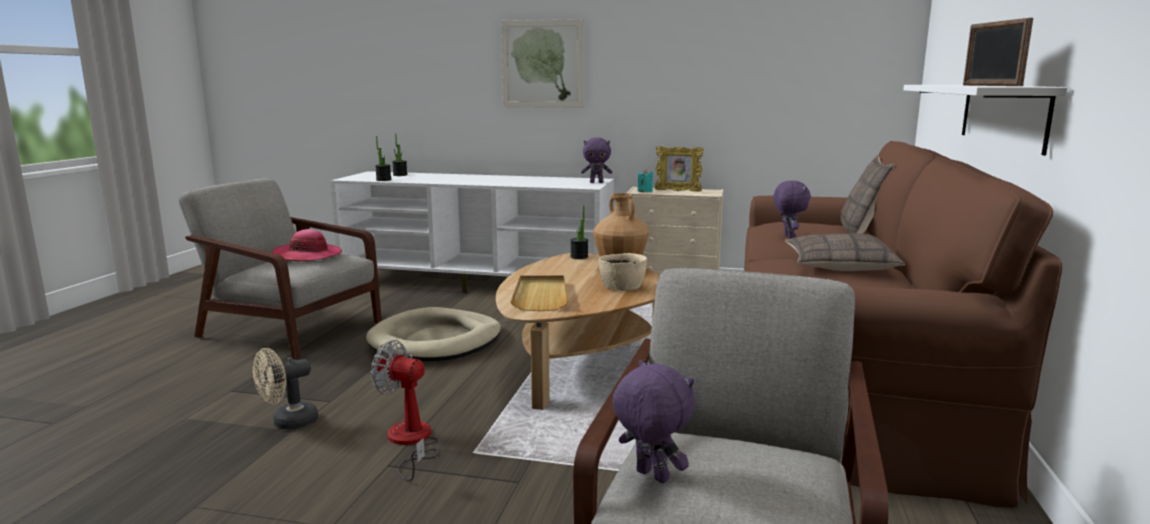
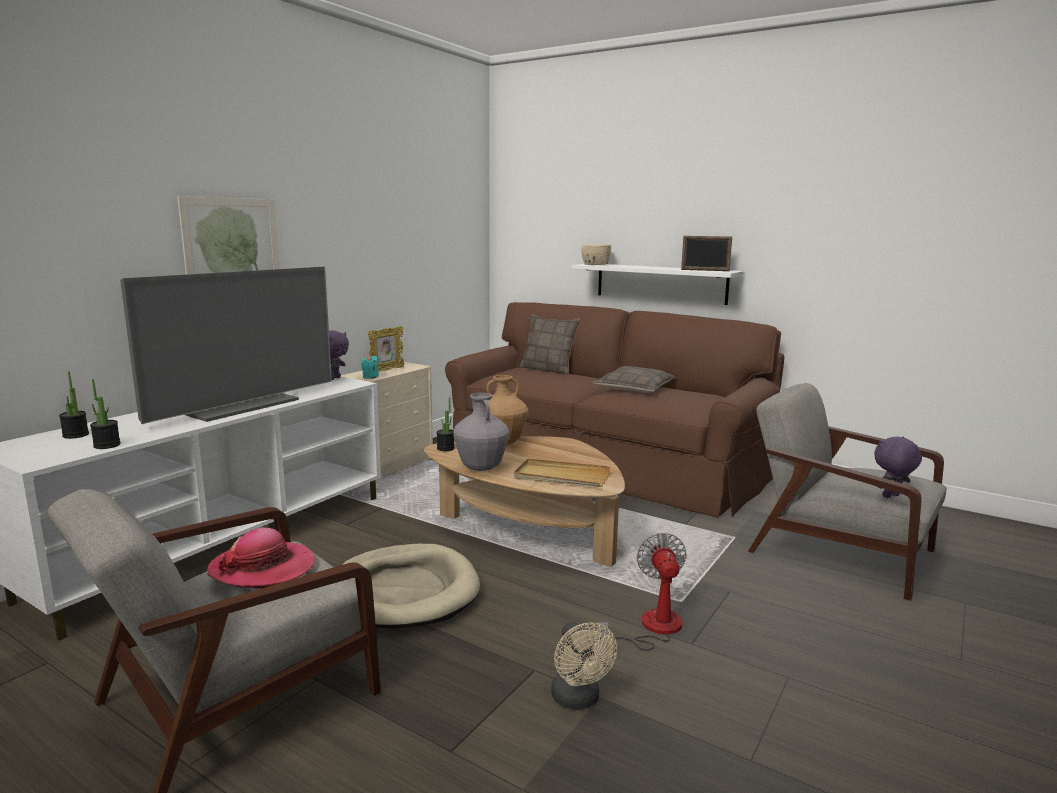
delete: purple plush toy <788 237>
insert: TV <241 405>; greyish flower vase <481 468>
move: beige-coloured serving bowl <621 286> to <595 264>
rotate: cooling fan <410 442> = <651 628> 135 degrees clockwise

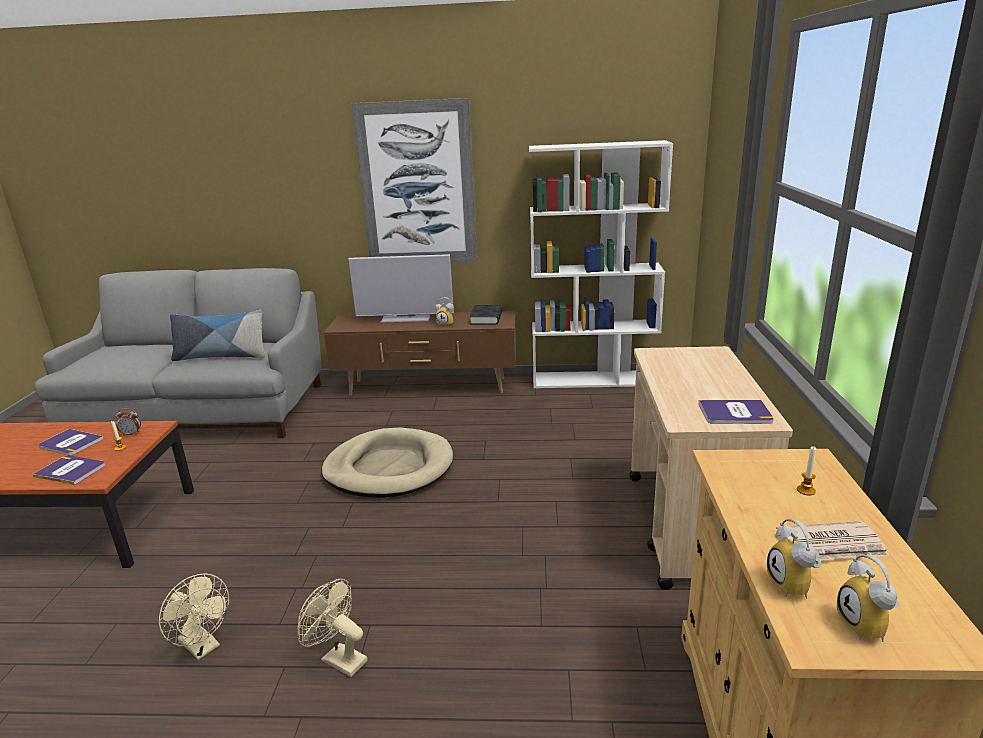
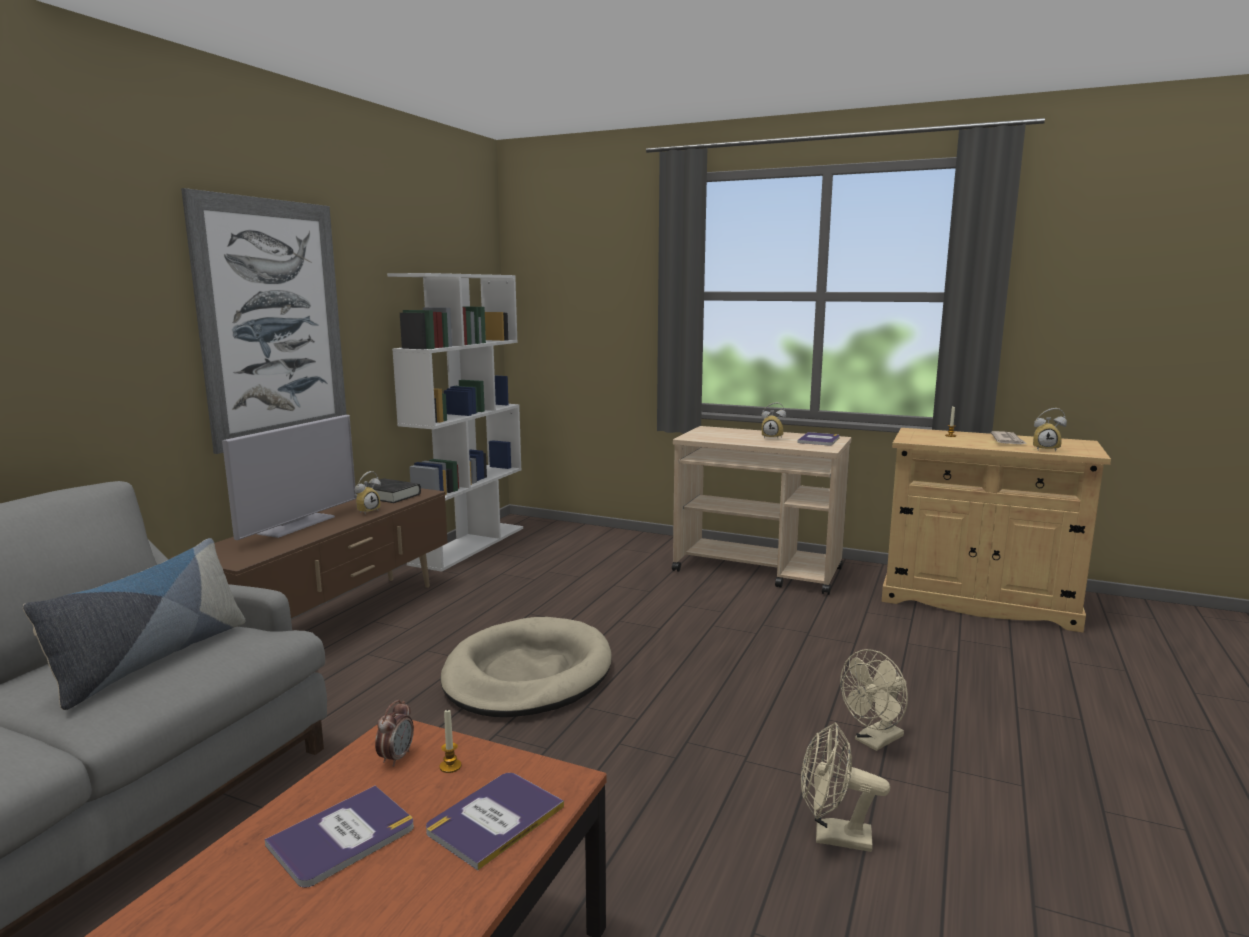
move: table clock <868 627> to <773 437>
rotate: beige-coloured cooling fan <203 647> = <833 837> 135 degrees counterclockwise

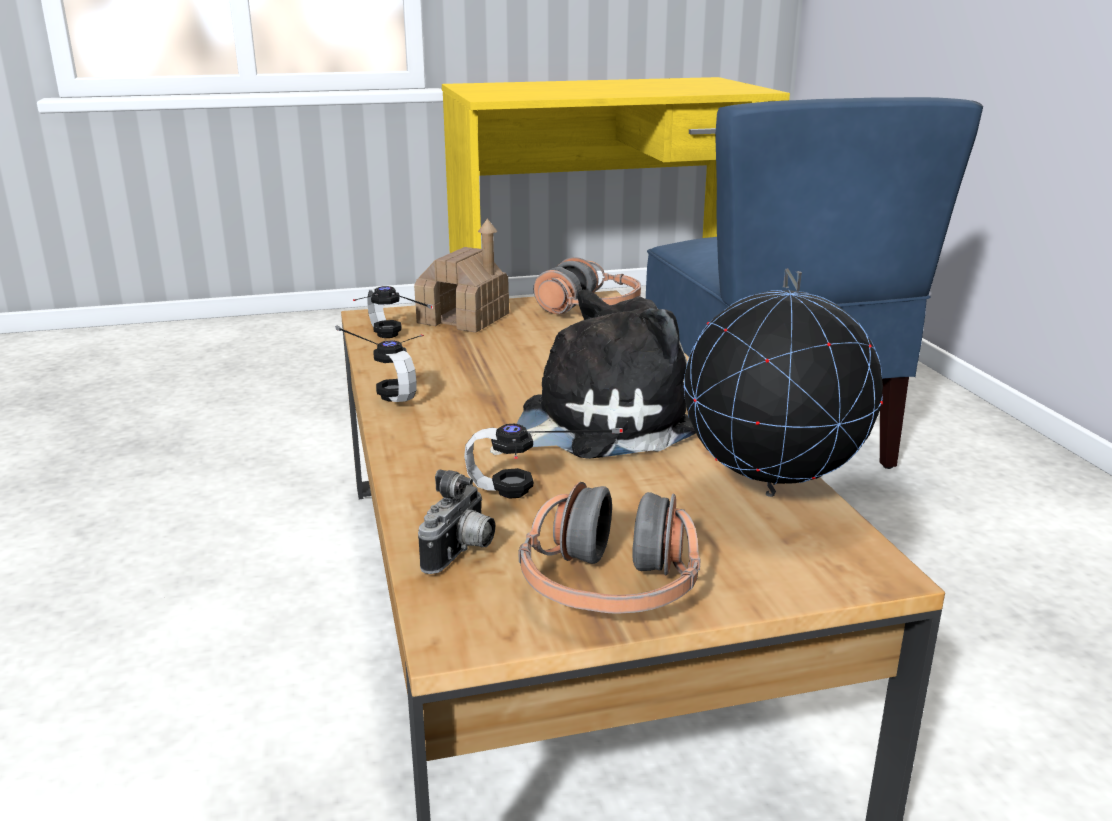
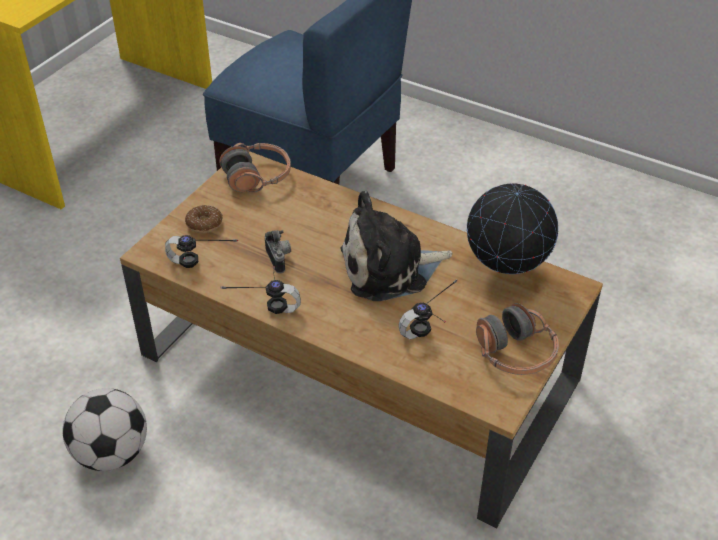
insert: football ball <111 453>
move: still camera <462 553> to <279 259>
replace: model house <464 318> to doughnut <204 224>
rotate: plush toy <595 423> = <389 268> 120 degrees counterclockwise

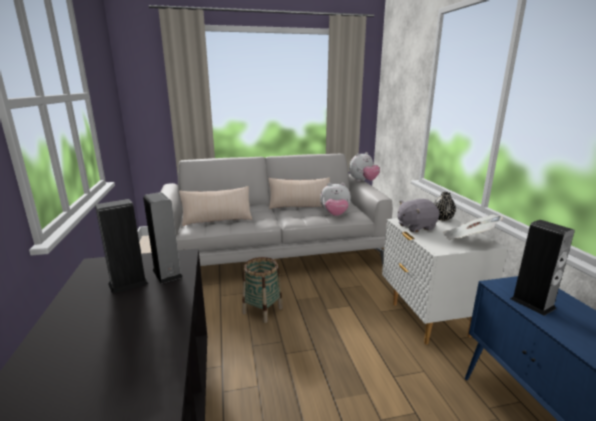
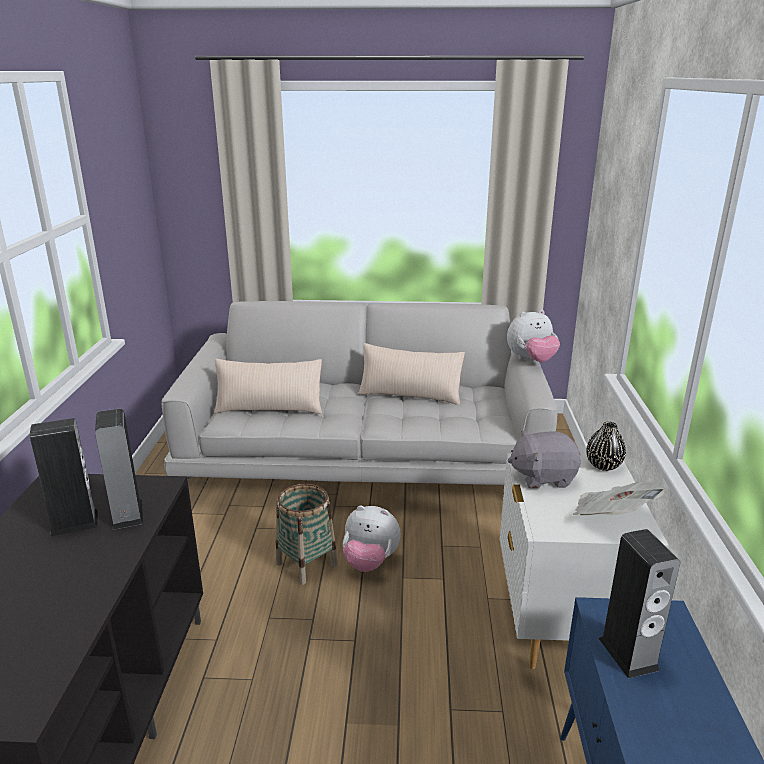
move: plush toy <335 215> to <370 562>

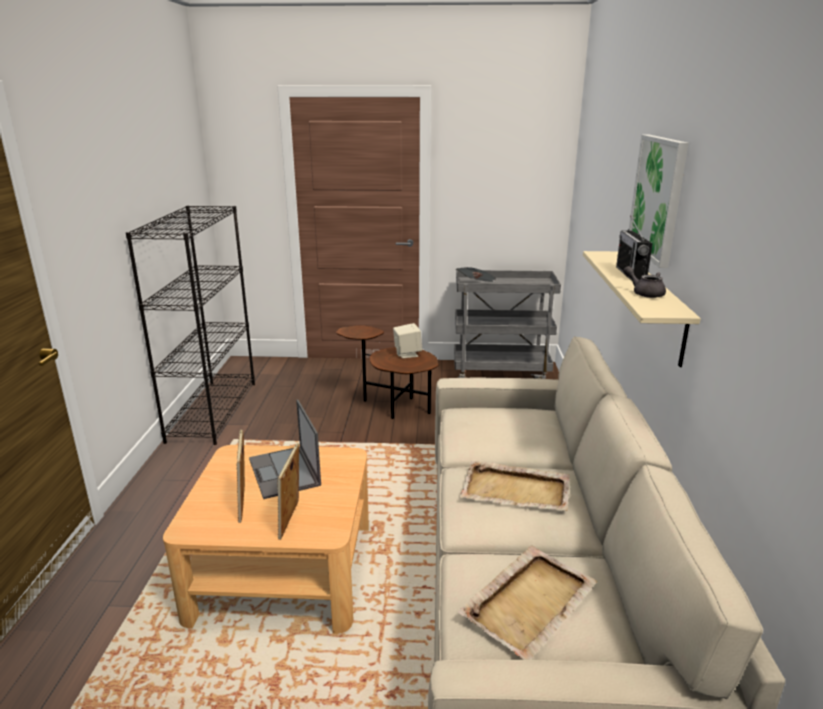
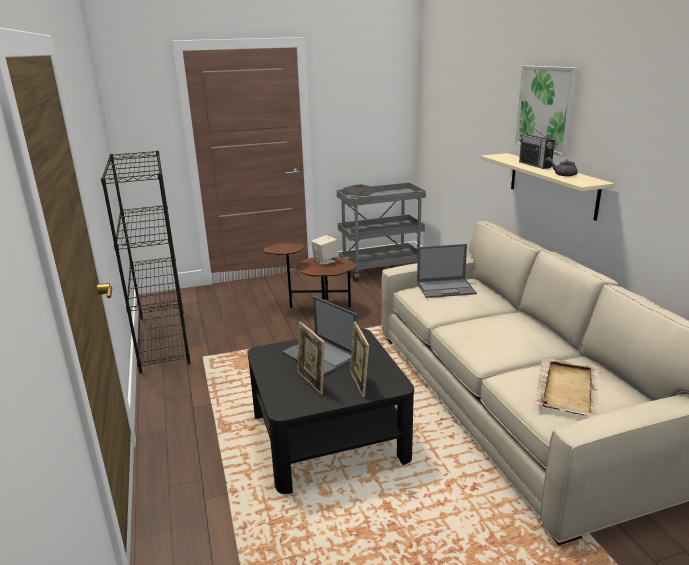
delete: beige-coloured serving tray <516 490>
insert: laptop <446 288>
recolor: beige-coloured low table <284 570> to blackish low table <329 436>

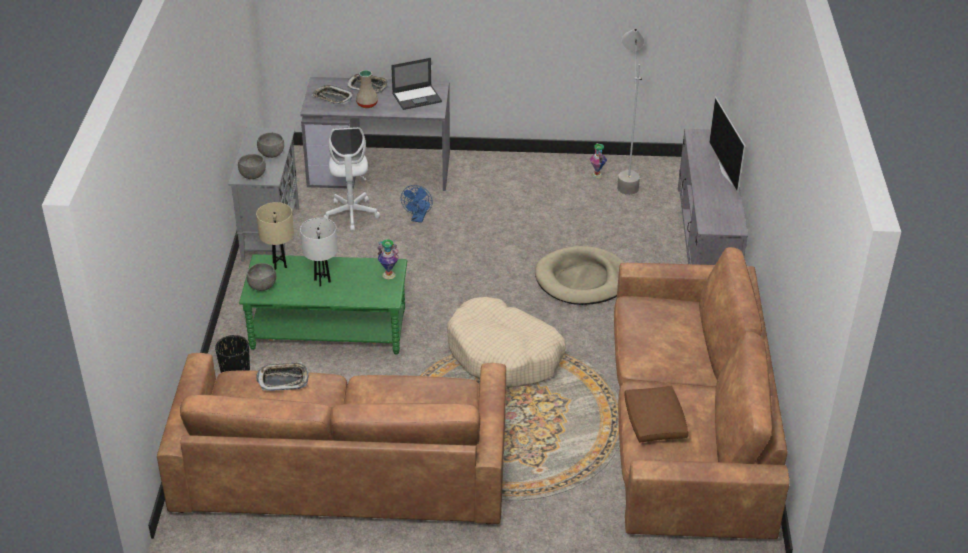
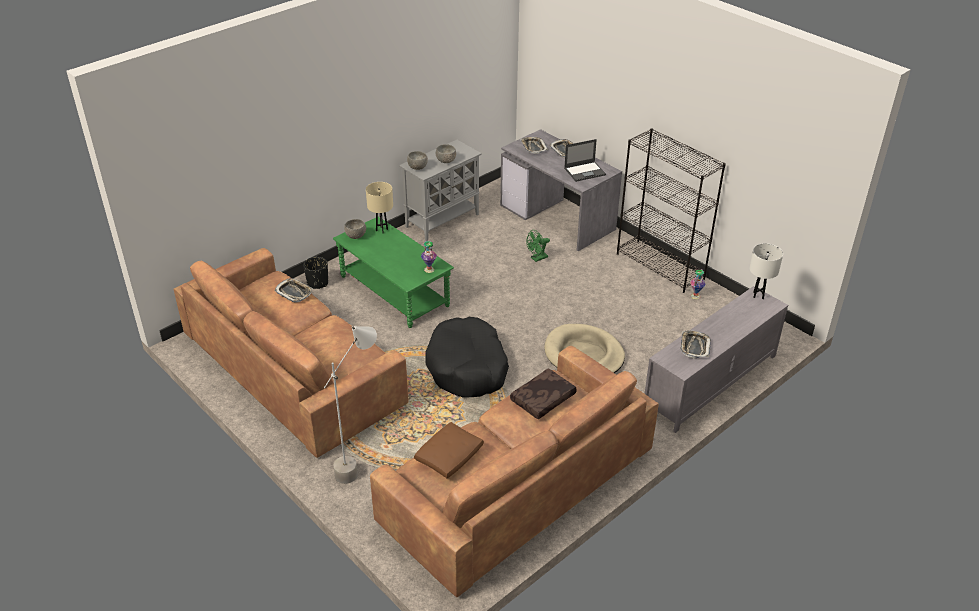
delete: beige-coloured flower vase <367 104>; TV <726 173>; whitish office chair <351 214>
insert: blackish bookcase <660 266>; serving tray <694 347>; brownish throw pillow <543 399>
move: greyish floor lamp <625 178> to <360 464>; whitish tabletop lamp <322 281> to <758 295>
recolor: blue-coloured cooling fan <418 218> to greenish cooling fan <537 258>; beige-coloured dog bed <504 355> to blackish dog bed <467 368>
rotate: laptop <417 97> = <585 171> 45 degrees counterclockwise

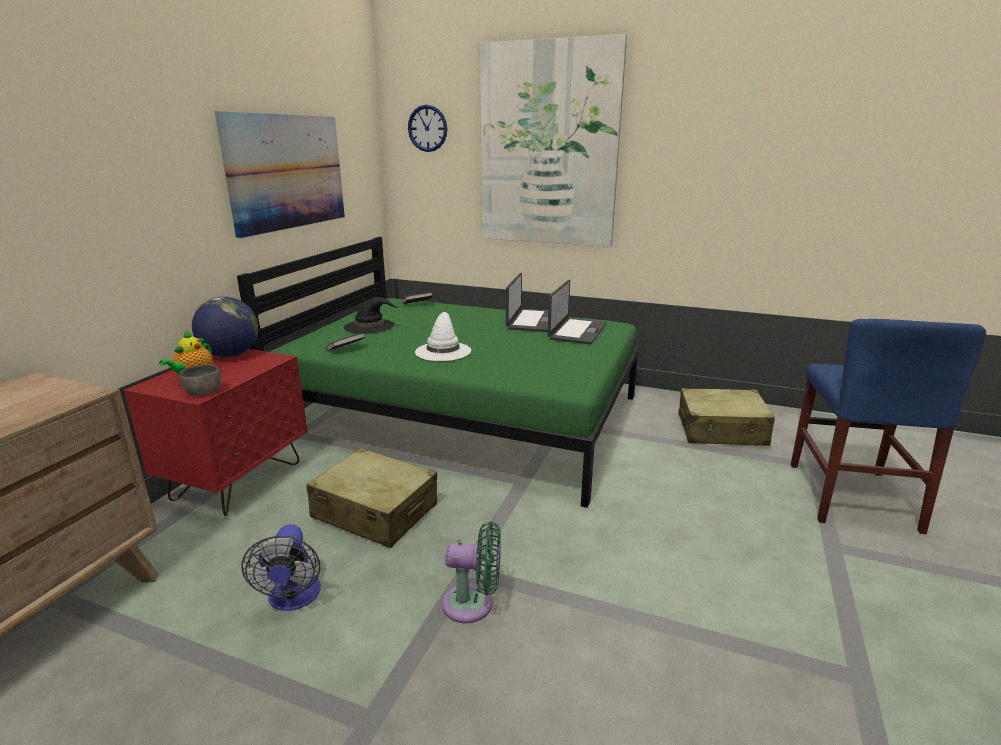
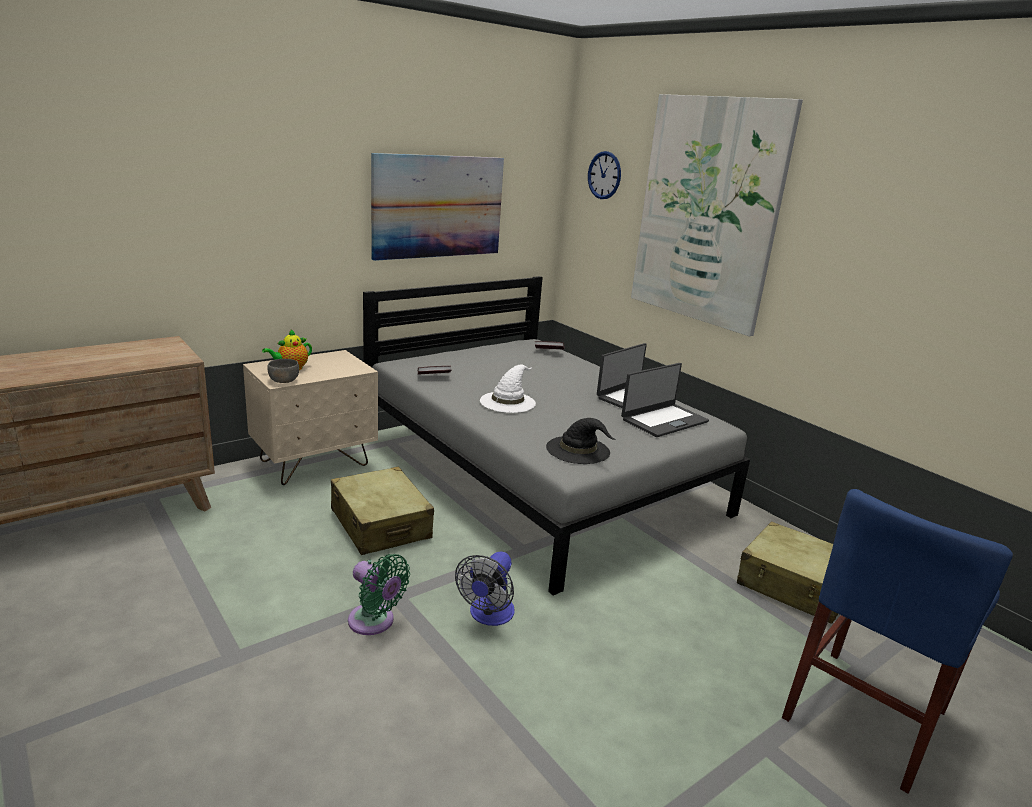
delete: globe <231 355>
move: blackish hat <370 326> to <579 450>; cooling fan <293 599> to <488 616>
recolor: greenish bedroom bed <463 415> to greyish bedroom bed <538 473>; red night table <238 481> to beige-coloured night table <314 463>

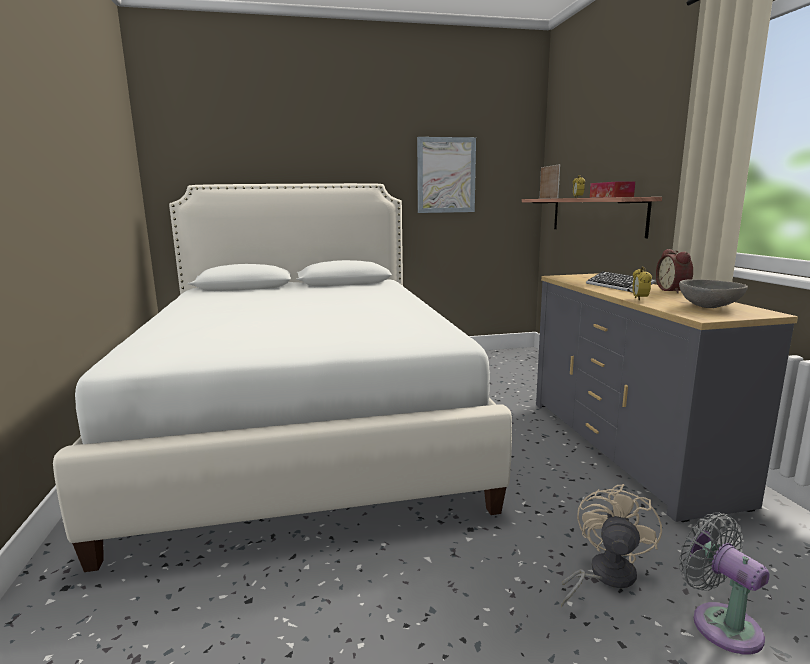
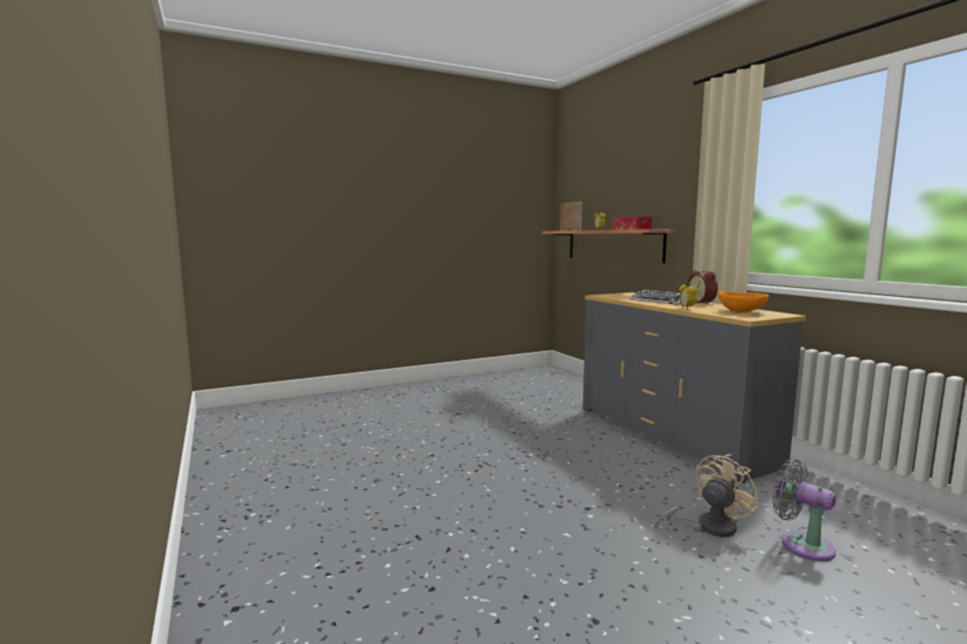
delete: picture <446 175>; whitish bedroom bed <304 422>
recolor: greyish serving bowl <708 307> to orange serving bowl <741 311>
rotate: beige-coloured cooling fan <604 576> = <708 527> 45 degrees clockwise

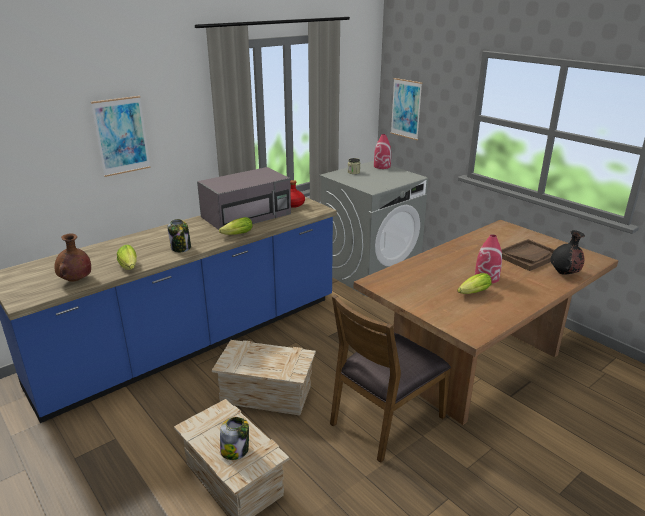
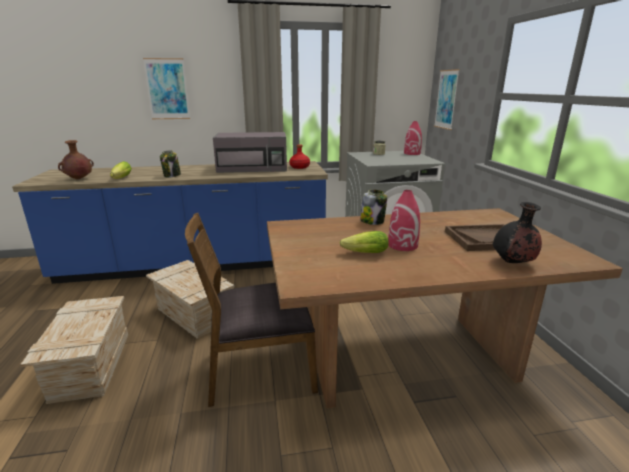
delete: lettuce head <236 235>
move: preserve jar <235 450> to <372 221>

